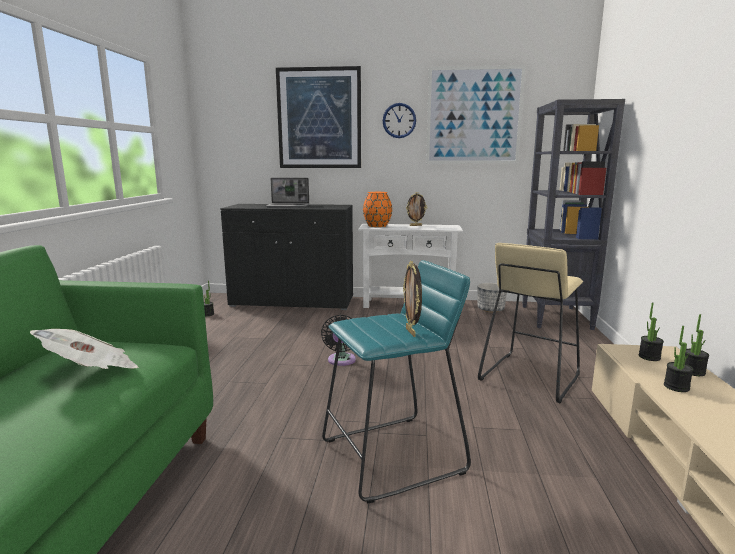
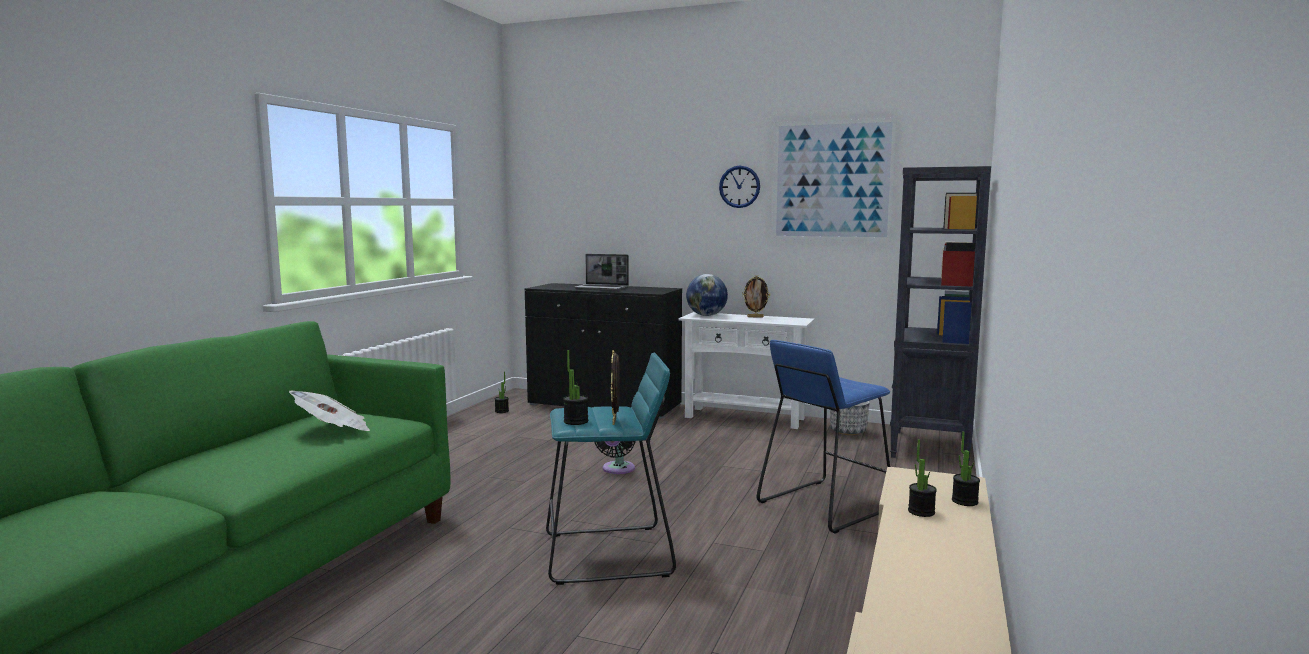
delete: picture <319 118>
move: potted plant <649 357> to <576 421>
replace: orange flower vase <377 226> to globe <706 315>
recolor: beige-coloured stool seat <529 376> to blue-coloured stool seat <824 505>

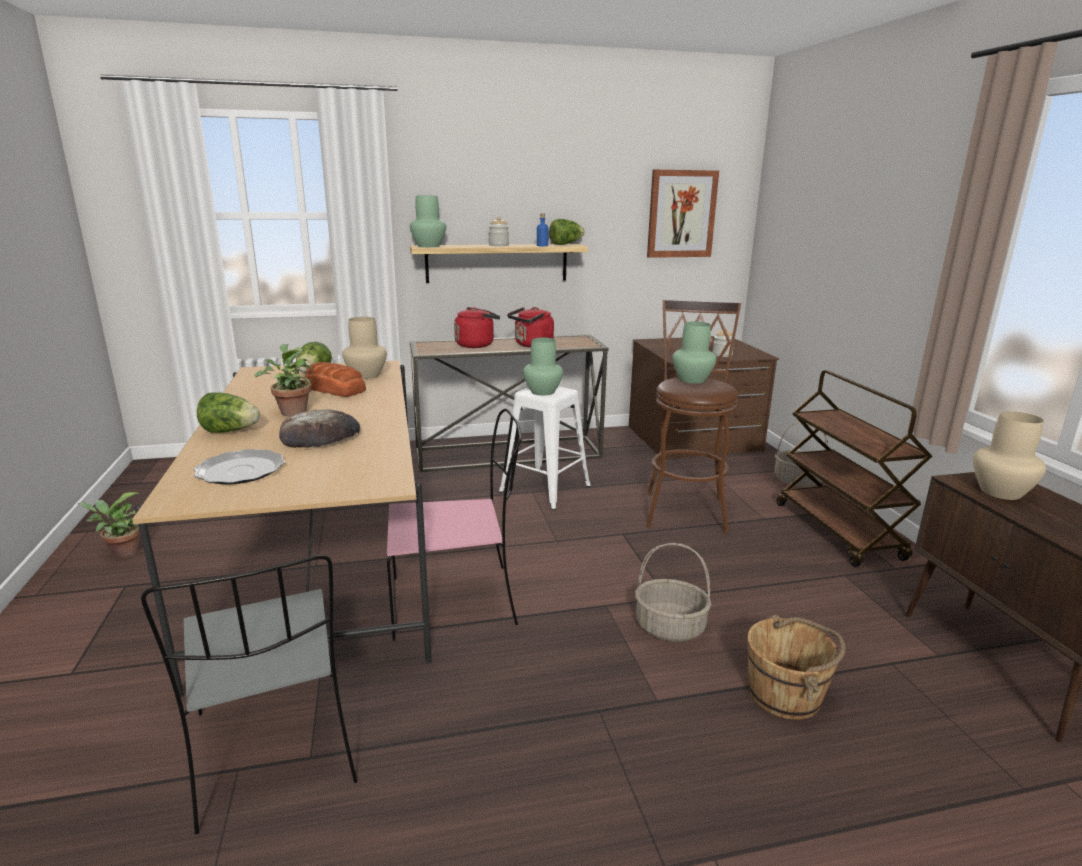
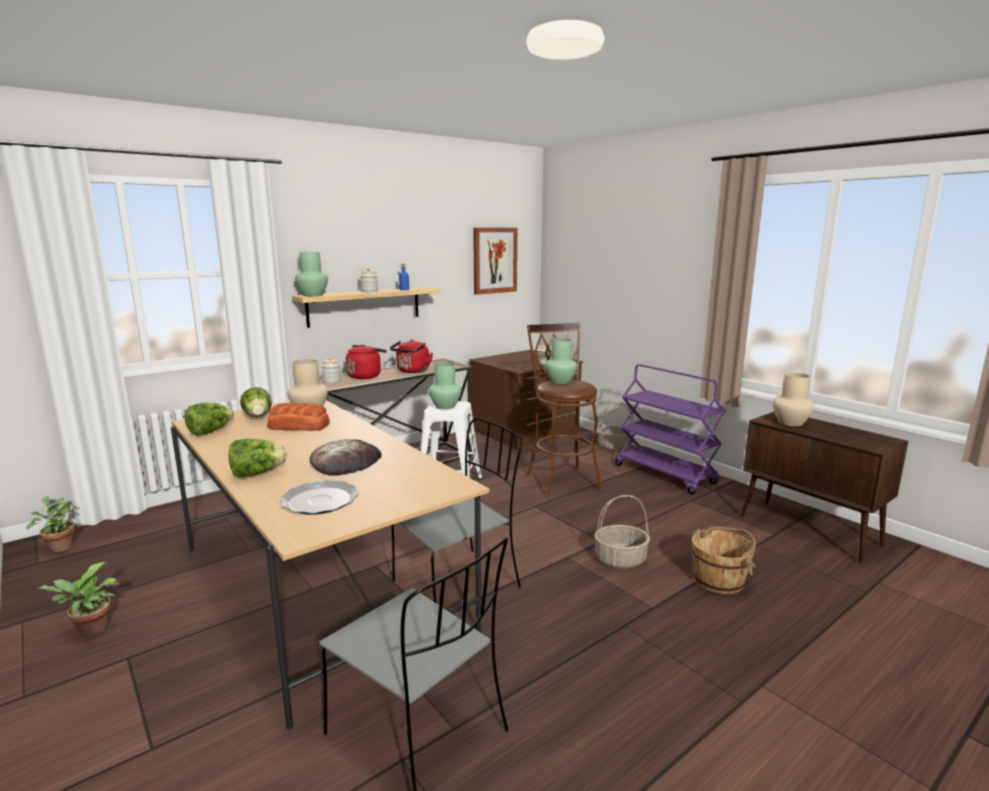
insert: preserve jar <332 381>
move: lettuce head <565 244> to <210 432>; potted plant <292 411> to <59 547>
recolor: brownish cart <838 531> to purple cart <665 474>; pink plain chair <457 601> to greyish plain chair <459 583>

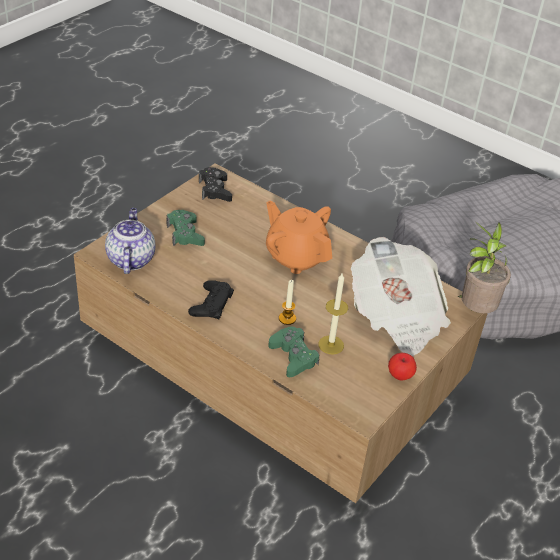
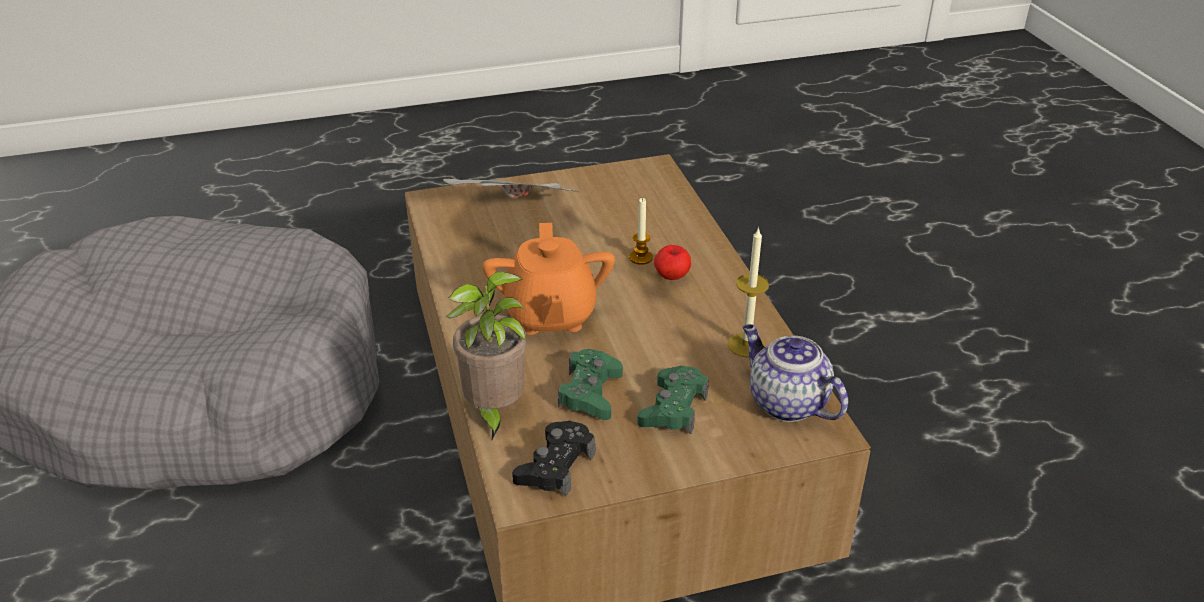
delete: blackish game controller <211 304>
move: potted plant <474 310> to <494 412>; wax candle <331 345> to <746 345>; greenish game controller <293 356> to <590 392>; whole apple <400 375> to <671 277>
rotate: tea pot <130 259> = <785 402> 105 degrees clockwise

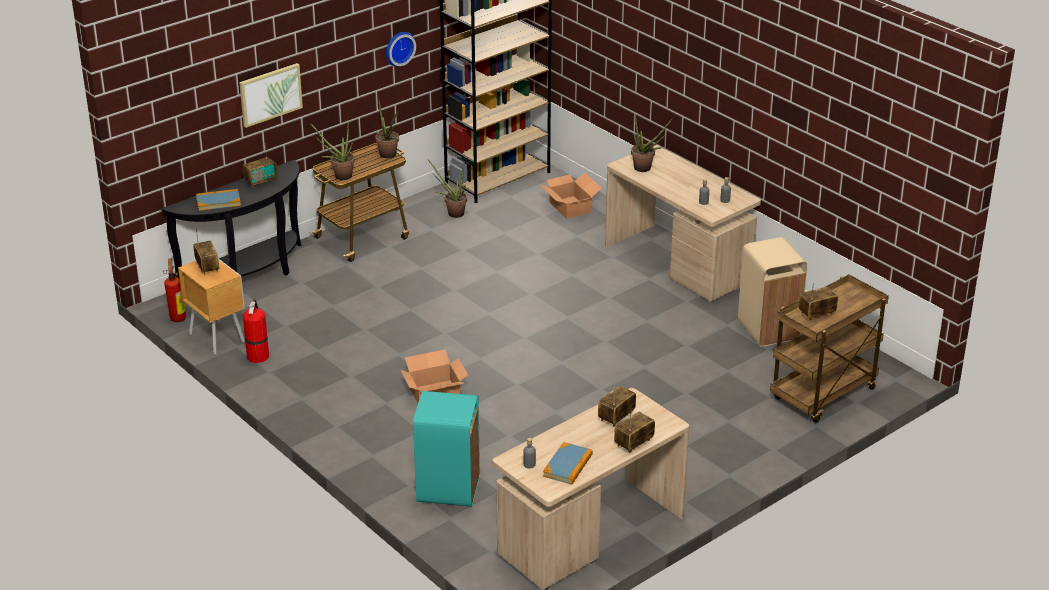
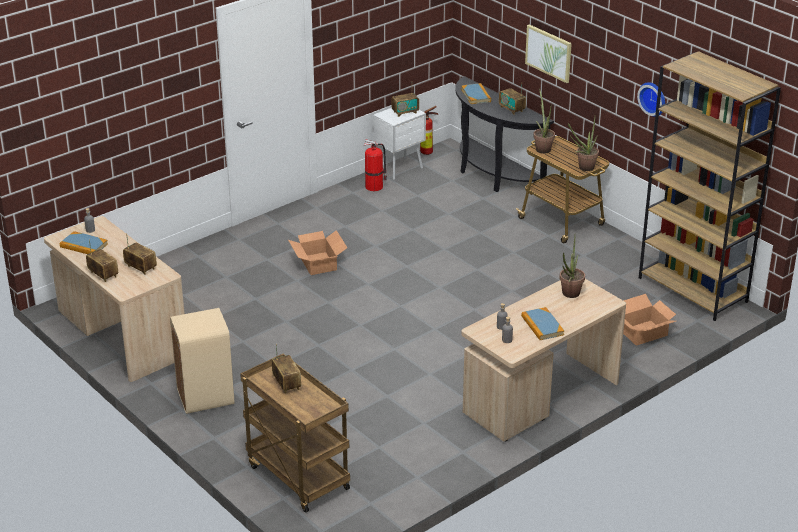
delete: potted plant <452 213>; blue-green rubbish bin <448 489>
insert: book <542 326>
move: beige-coloured rubbish bin <768 330> to <205 397>
recolor: brownish night table <217 337> to whitish night table <400 169>

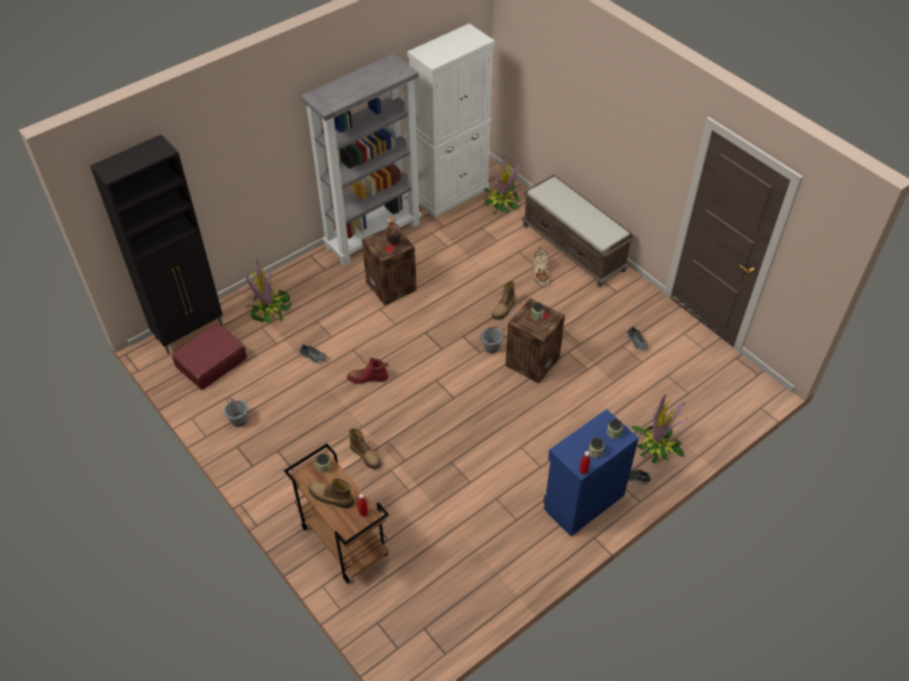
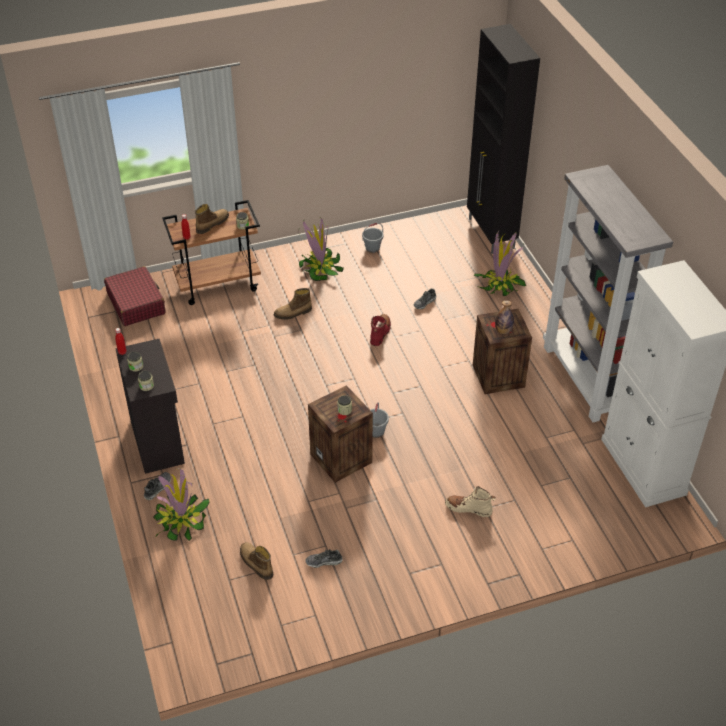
delete: brownish bench <574 247>
move: potted plant <501 202> to <320 268>; boot <504 309> to <255 563>; red suitcase <211 362> to <136 303>
recolor: blue-coloured cupboard <582 501> to blackish cupboard <158 441>

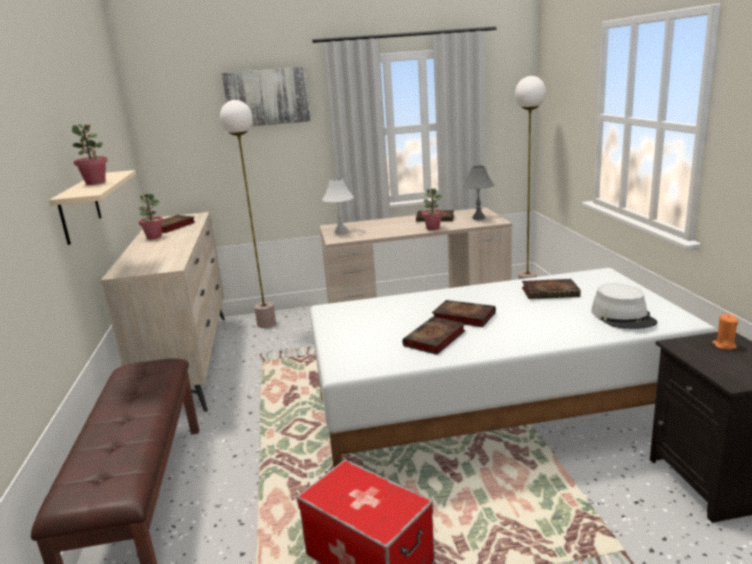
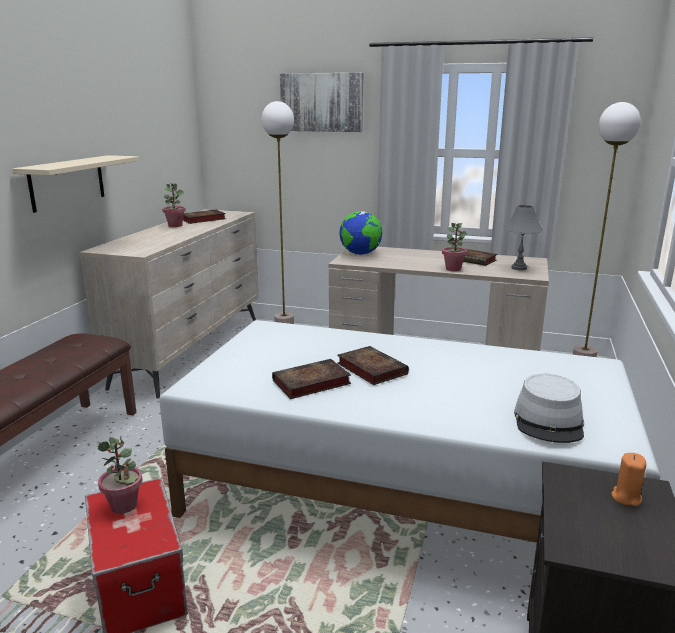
delete: book <551 292>
move: potted plant <96 183> to <124 505>
replace: whitish tabletop lamp <340 231> to globe <360 254>

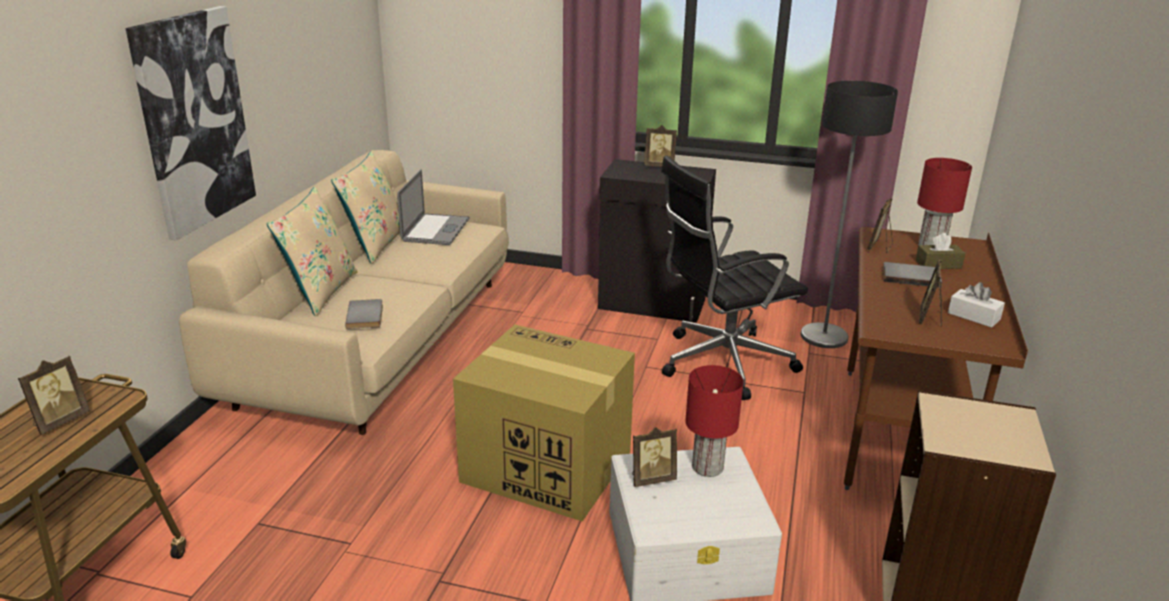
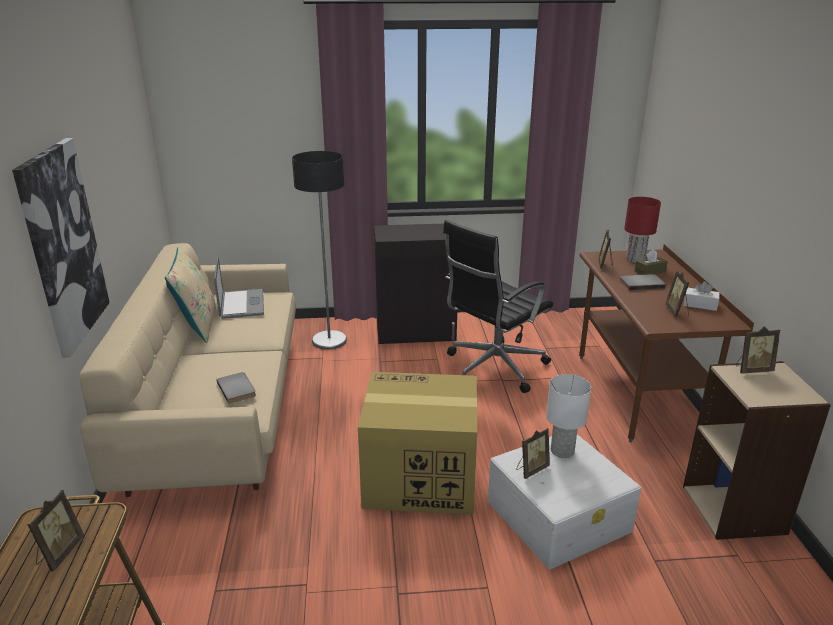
delete: beige-coloured throw pillow <320 292>
move: floor lamp <824 336> to <329 340>; picture frame <659 166> to <752 369>
recolor: red tabletop lamp <707 467> to whitish tabletop lamp <562 450>

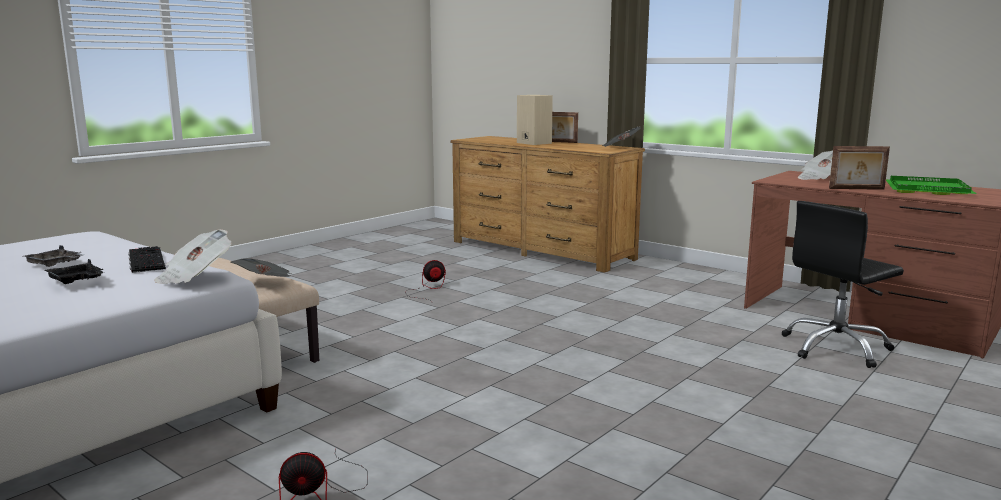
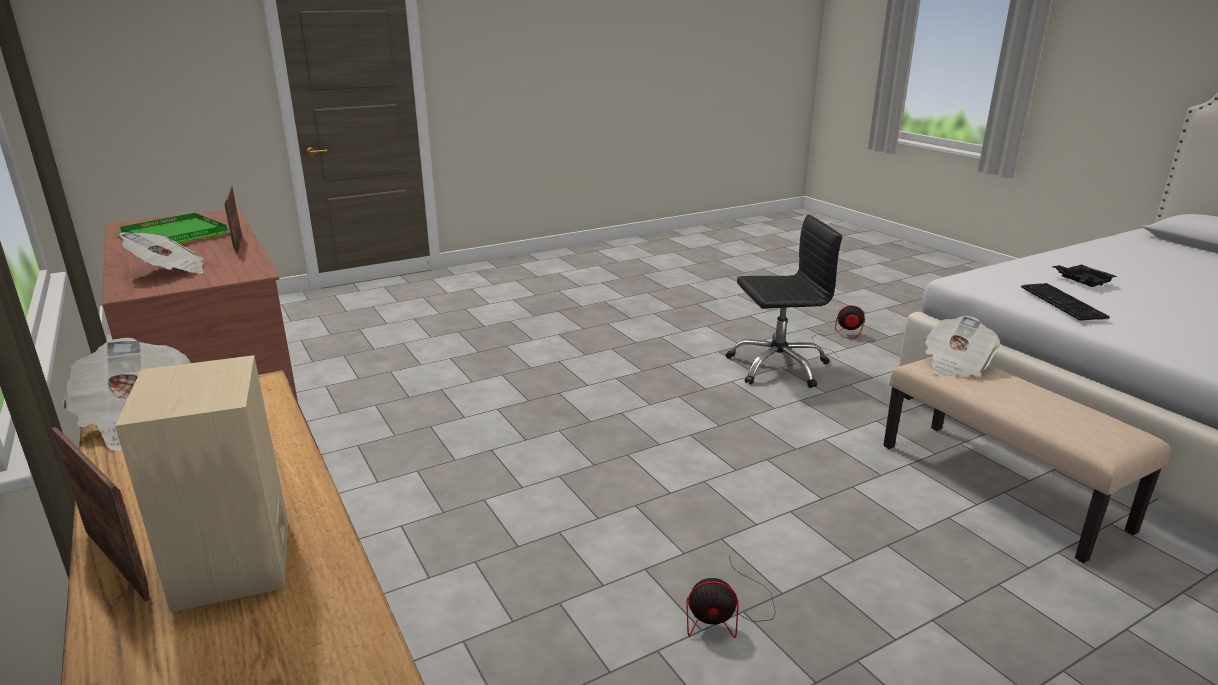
delete: newspaper <194 276>; greyish serving tray <55 264>
move: blackish office chair <836 348> to <777 366>
rotate: picture frame <856 189> = <238 244> 135 degrees counterclockwise

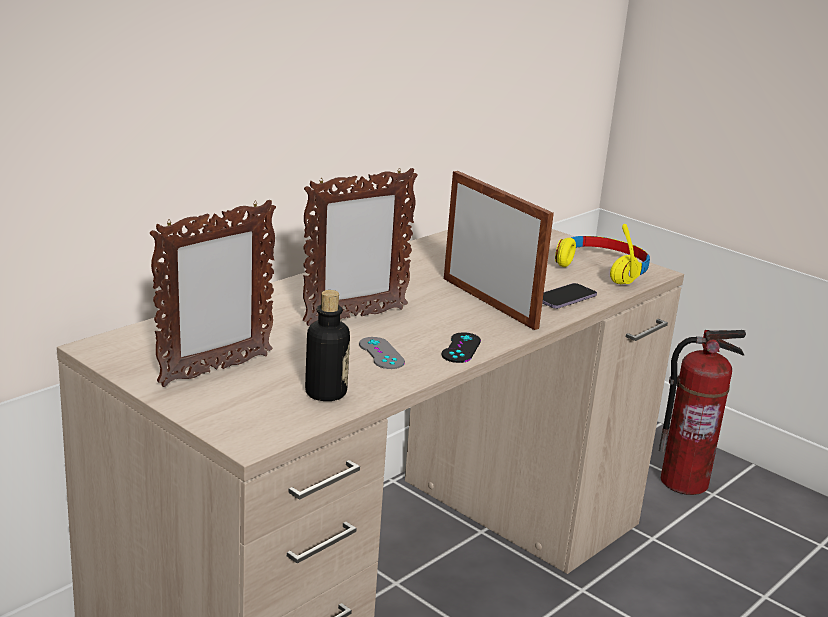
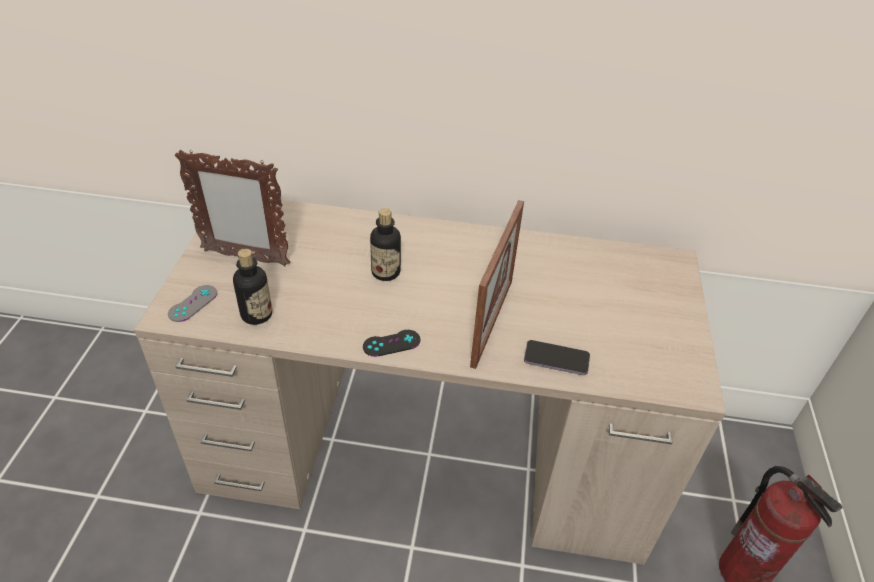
delete: yellow-coloured headset <602 269>
move: greyish game controller <381 353> to <193 303>
replace: picture frame <354 317> to drink bottle <385 272>

